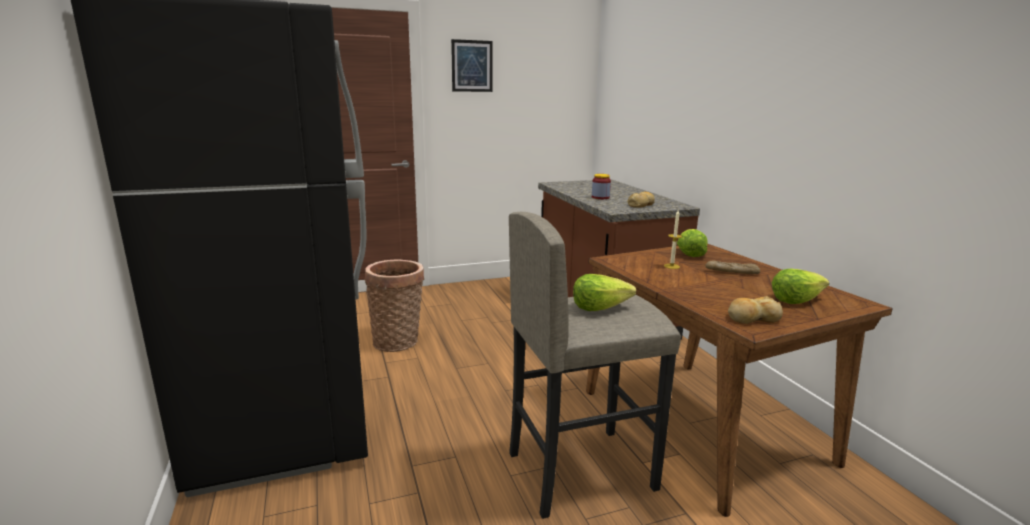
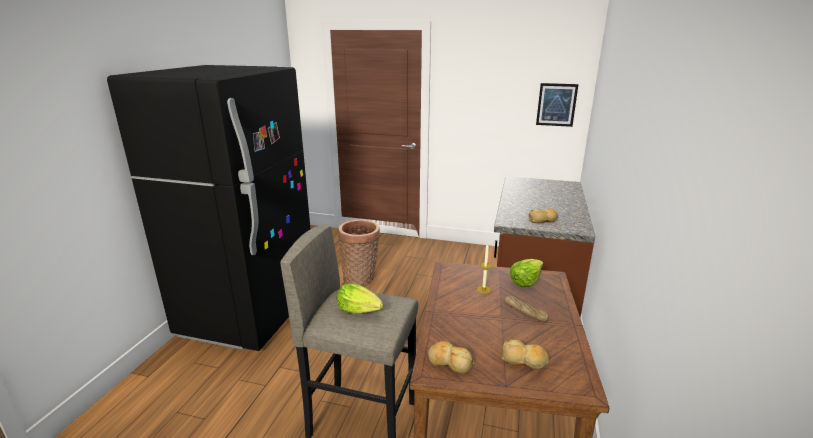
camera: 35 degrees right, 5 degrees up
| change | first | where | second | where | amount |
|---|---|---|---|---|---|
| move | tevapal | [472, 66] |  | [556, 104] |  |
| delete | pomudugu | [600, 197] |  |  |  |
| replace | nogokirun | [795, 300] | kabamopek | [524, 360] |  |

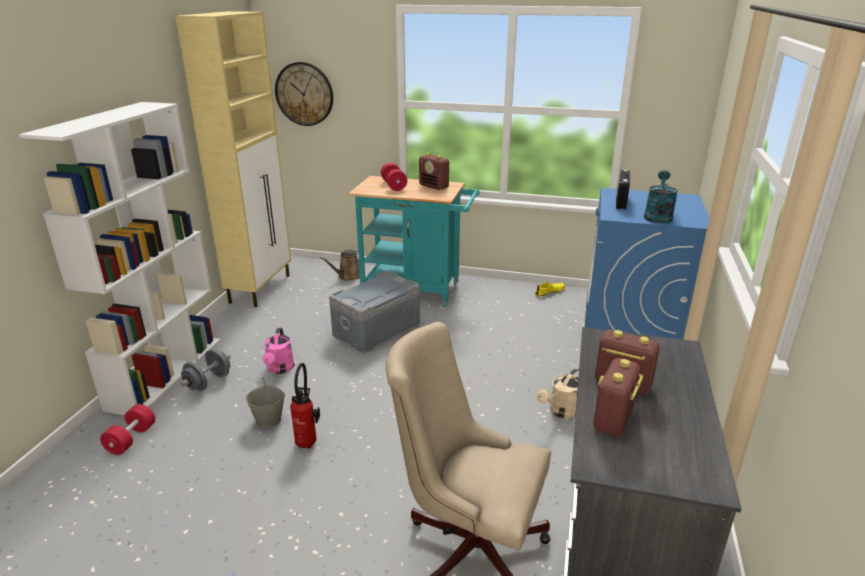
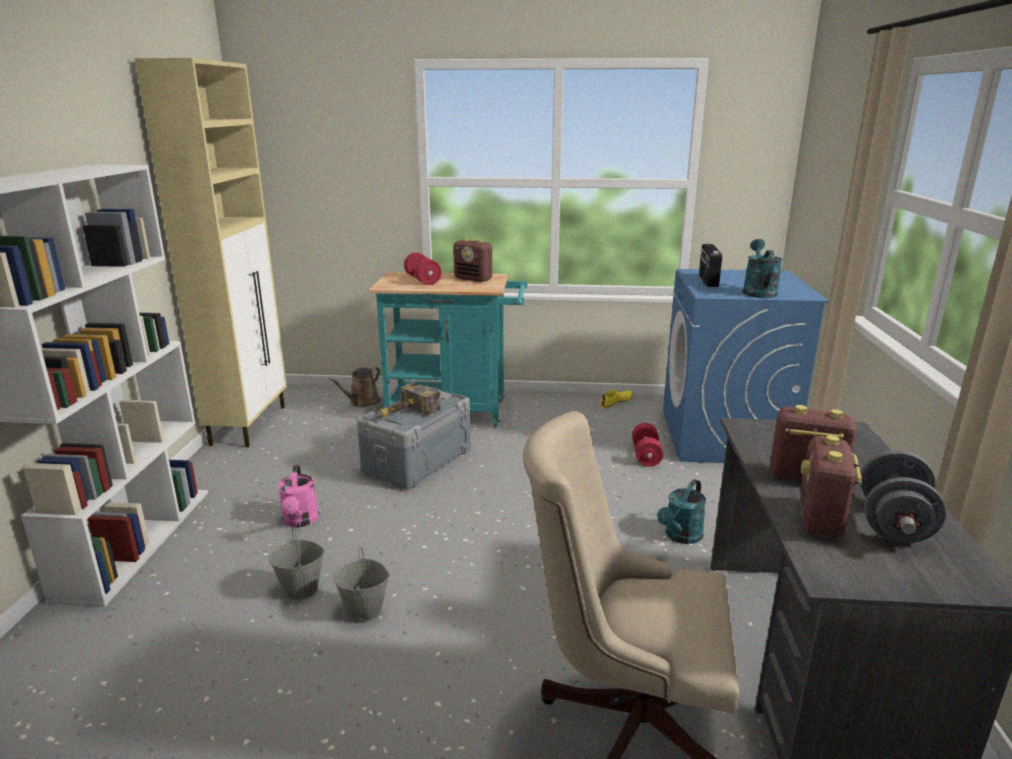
camera: 10 degrees left, 5 degrees down
| change | first | where | second | where | amount |
|---|---|---|---|---|---|
| move | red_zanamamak | [131, 439] |  | [646, 455] |  |
| move | grey_zanamamak | [208, 382] |  | [893, 524] |  |
| delete | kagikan | [304, 94] |  |  |  |
| replace | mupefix | [308, 441] | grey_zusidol | [365, 610] |  |
| recolor | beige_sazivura | [561, 412] | turquoise_sazivura | [680, 537] |  |
| insert |  |  | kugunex | [402, 414] |  |

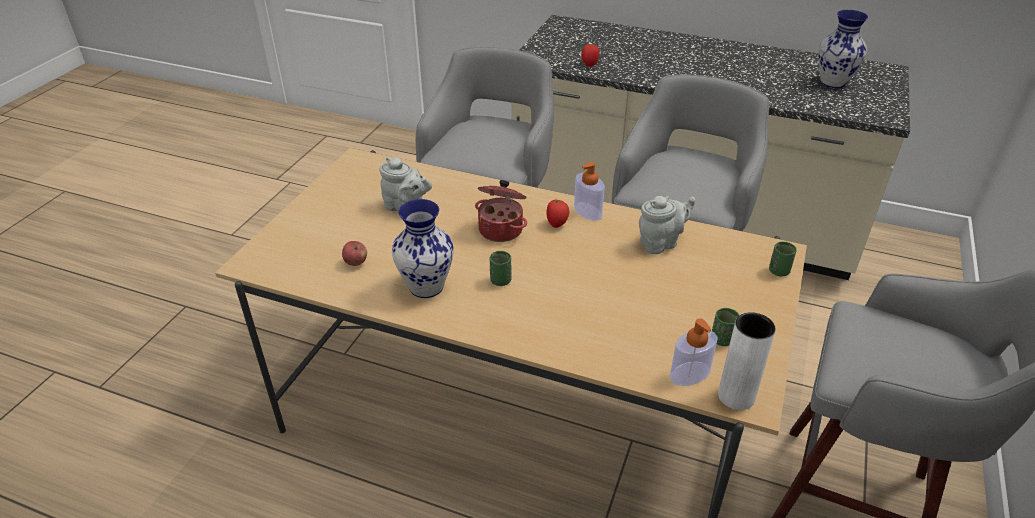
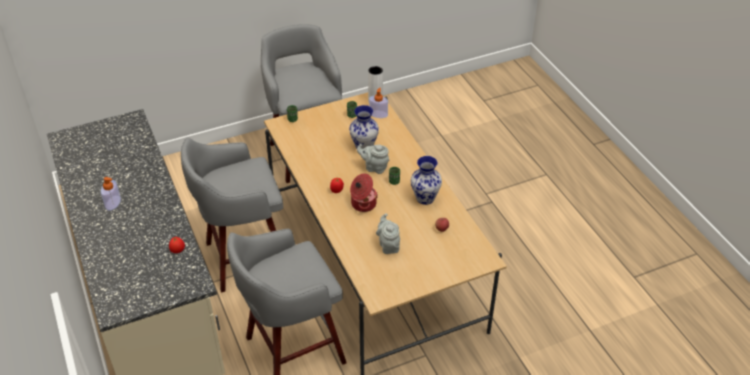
camera: 135 degrees left, 5 degrees up
| change | first | where | second | where | amount |
|---|---|---|---|---|---|
| move | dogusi | [587, 211] |  | [113, 203] |  |
| move | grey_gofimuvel | [661, 243] |  | [374, 167] |  |
| move | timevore | [832, 82] |  | [364, 147] |  |

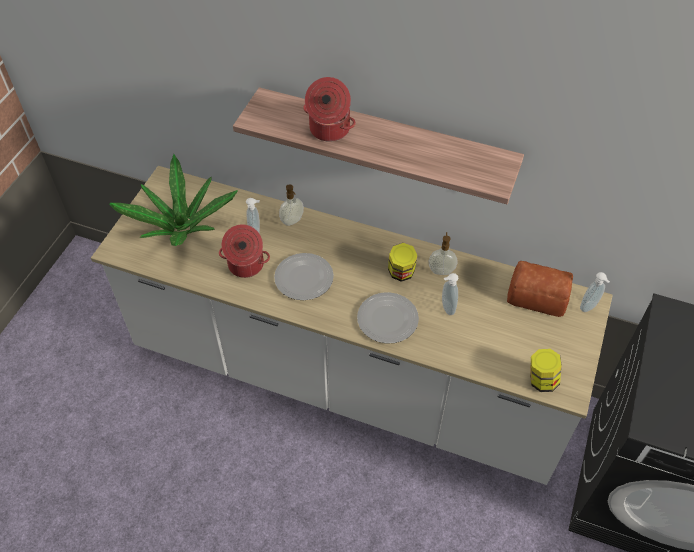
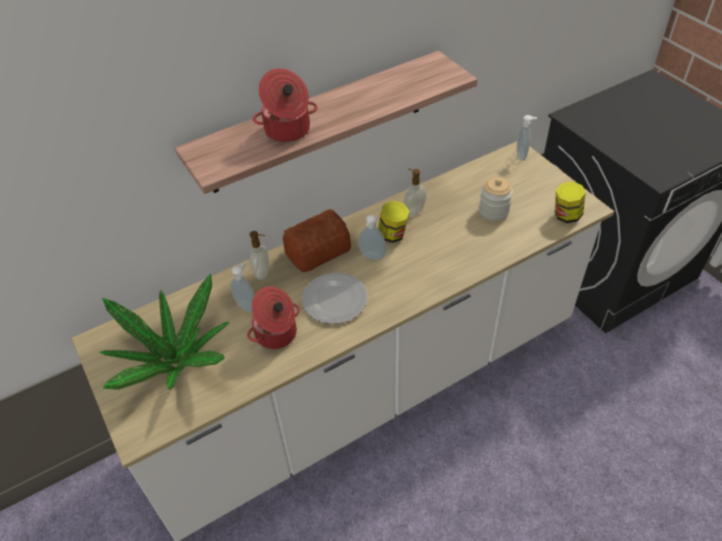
camera: 50 degrees left, 5 degrees down
| change | first | where | second | where | amount |
|---|---|---|---|---|---|
| delete | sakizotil | [386, 319] |  |  |  |
| move | dogusi | [446, 308] |  | [371, 257] |  |
| move | kabamopek | [536, 295] |  | [316, 250] |  |
| insert |  |  | pomudugu | [493, 211] |  |

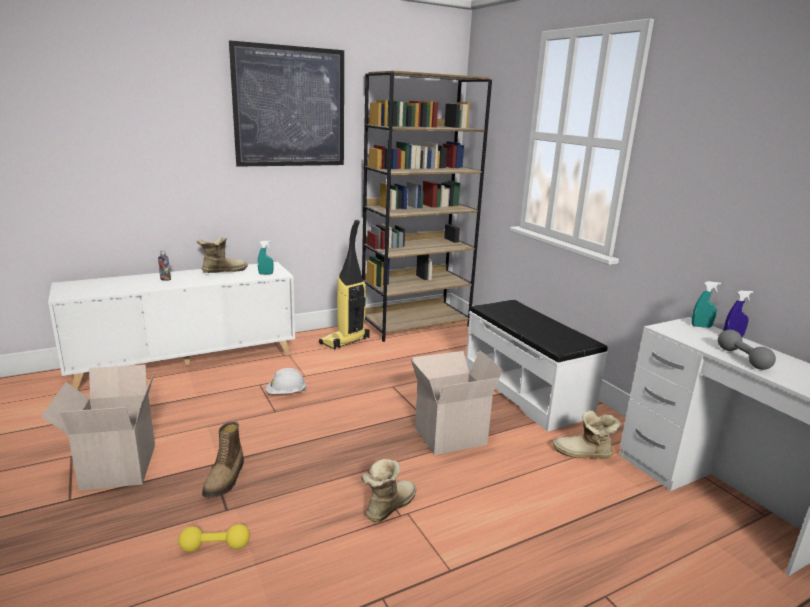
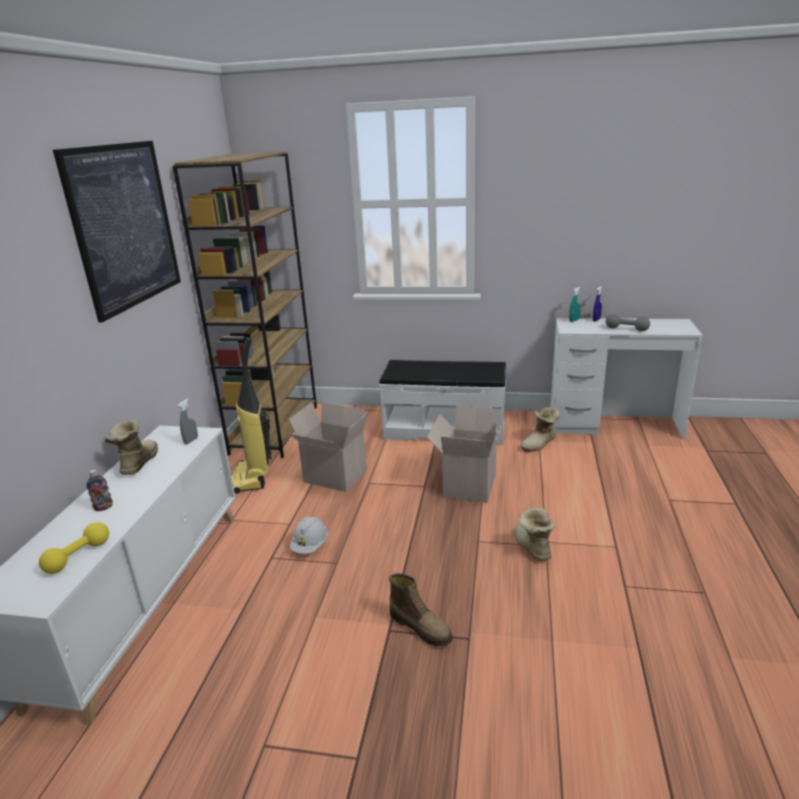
camera: 50 degrees left, 5 degrees up
| change | first | where | second | where | amount |
|---|---|---|---|---|---|
| move | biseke | [116, 466] |  | [333, 477] |  |
| move | yellow_zanamamak | [215, 547] |  | [78, 556] |  |
| recolor | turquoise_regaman | [266, 274] | grey_regaman | [191, 440] |  |

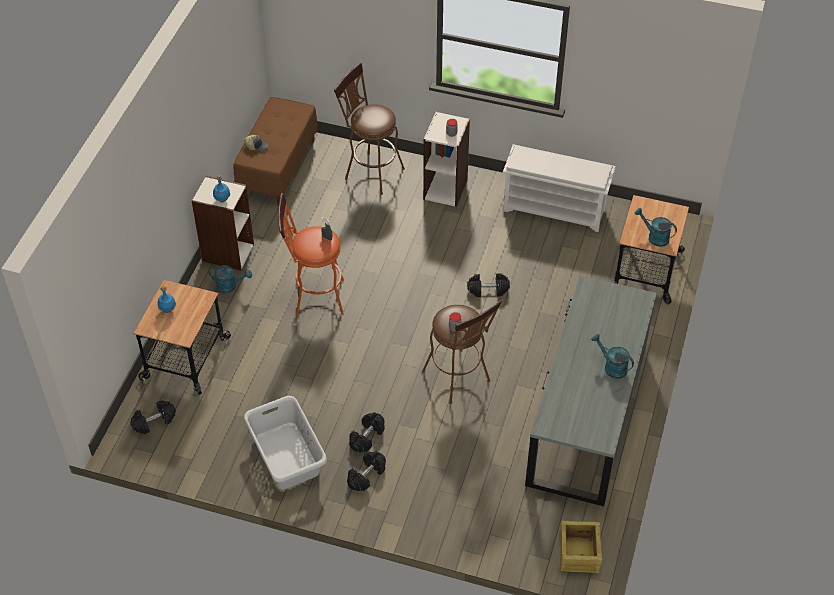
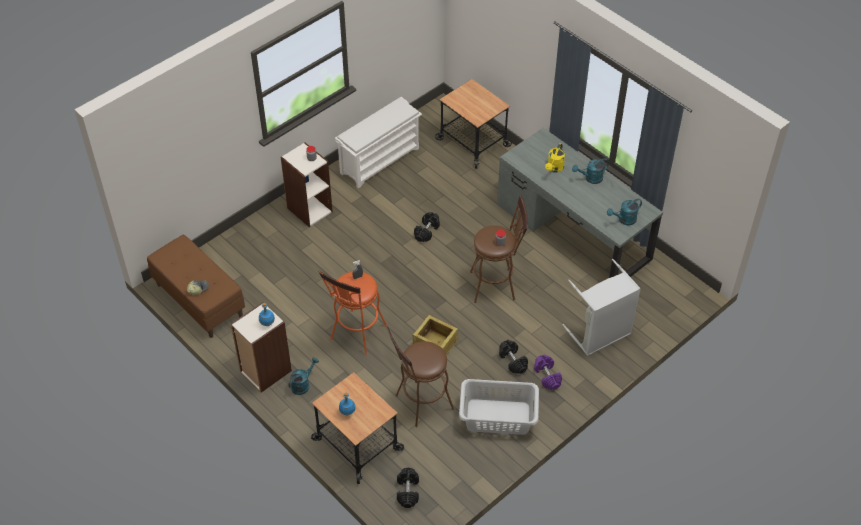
camera: 60 degrees left, 0 degrees up
| change | first | where | second | where | amount |
|---|---|---|---|---|---|
| move | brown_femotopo | [370, 171] |  | [420, 404] |  |
| recolor | black_zanamamak | [366, 475] | purple_zanamamak | [547, 376] |  |
| move | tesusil | [578, 553] |  | [435, 344] |  |
| move | turquoise_sazivura | [654, 237] |  | [624, 220] |  |
| insert |  |  | yellow_sazivura | [554, 168] |  |
| insert |  |  | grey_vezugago | [600, 335] |  |

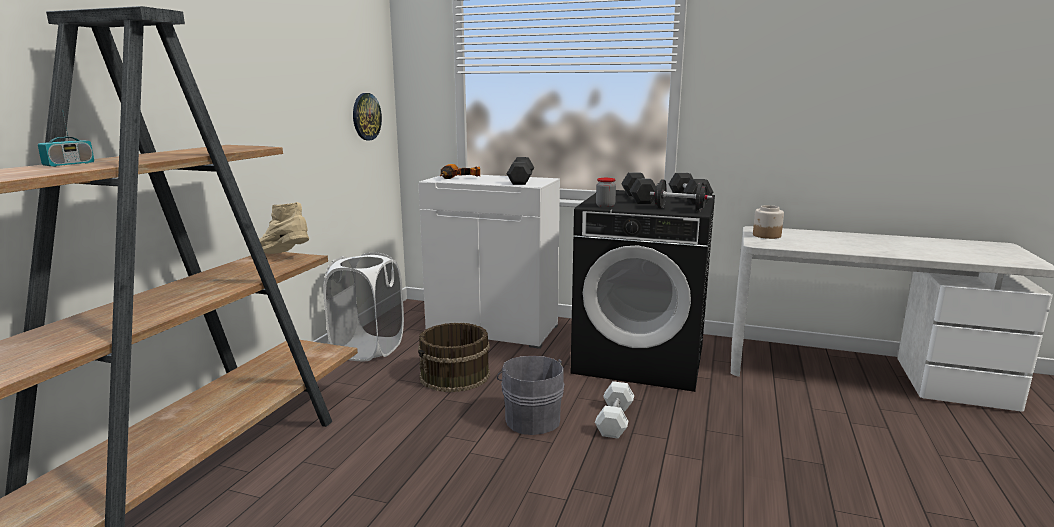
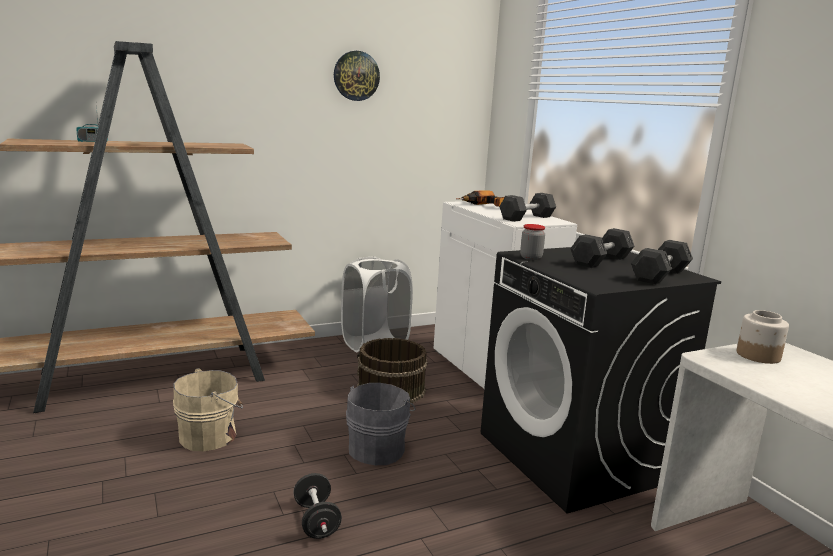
camera: 45 degrees right, 0 degrees up
| change | first | where | second | where | amount |
|---|---|---|---|---|---|
| delete | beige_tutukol | [283, 257] |  |  |  |
| move | kagikan | [366, 116] |  | [356, 76] |  |
| delete | white_zanamamak | [614, 420] |  |  |  |
| move | black_zanamamak | [679, 209] |  | [316, 521] |  |
| insert |  |  | beige_zusidol | [210, 435] |  |

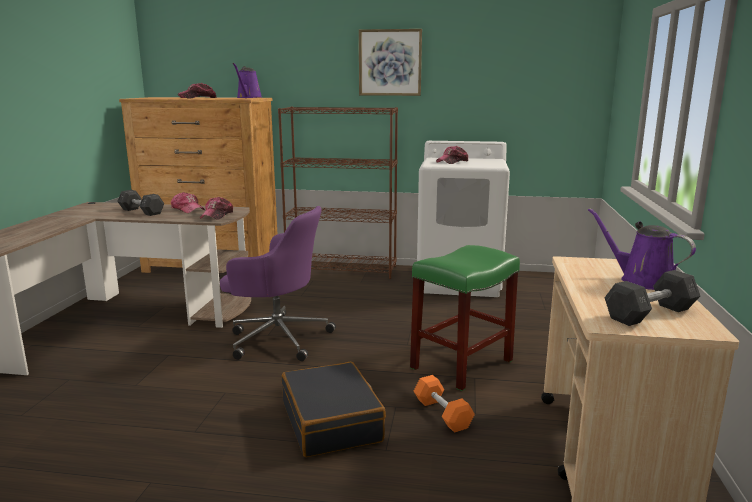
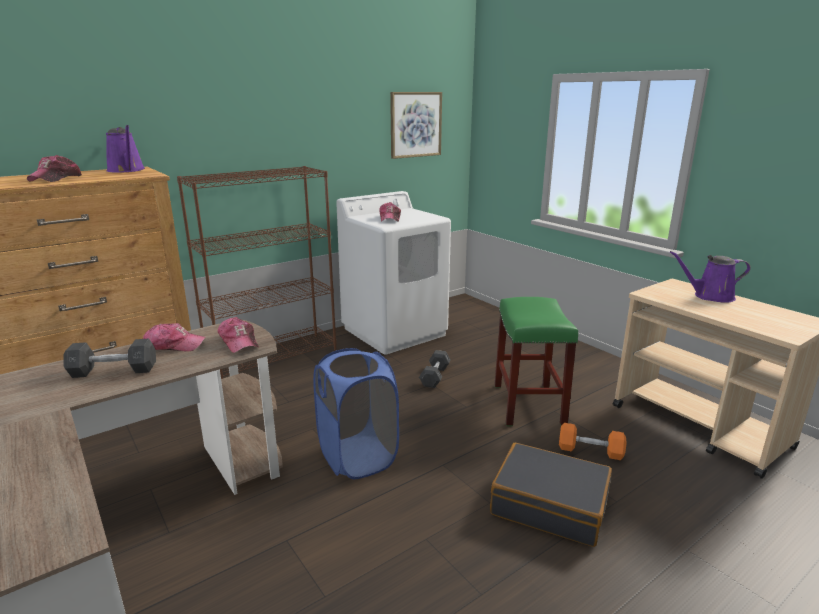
camera: 45 degrees left, 5 degrees up
| change | first | where | second | where | amount |
|---|---|---|---|---|---|
| replace | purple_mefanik | [277, 338] | blue_vezugago | [357, 457] |  |
| move | tevapal | [390, 62] |  | [415, 124] |  |
| move | grey_zanamamak | [650, 313] |  | [435, 376] |  |

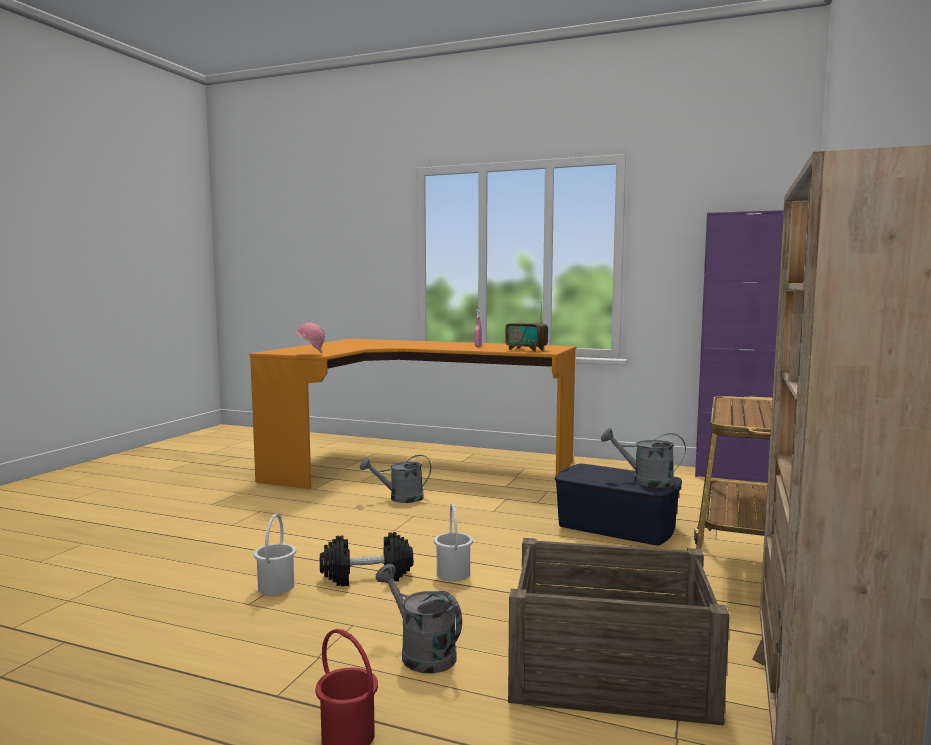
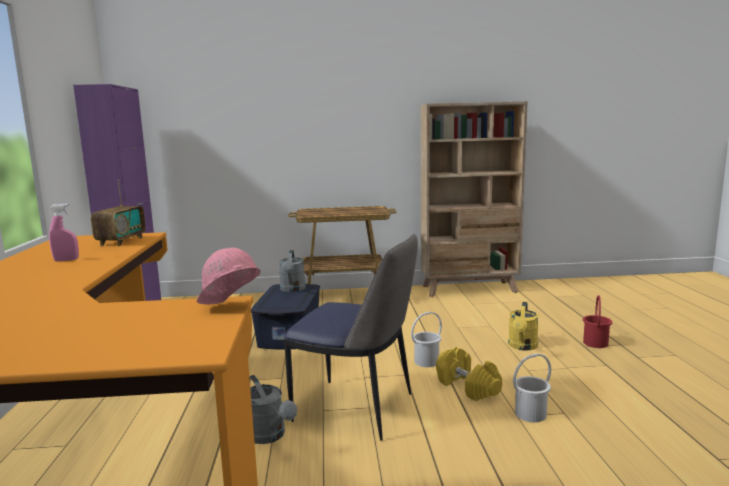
camera: 115 degrees left, 5 degrees up
| change | first | where | second | where | amount |
|---|---|---|---|---|---|
| recolor | black_zanamamak | [366, 576] | yellow_zanamamak | [468, 387] |  |
| recolor | grey_sazivura | [421, 653] | yellow_sazivura | [522, 347] |  |
| delete | tesusil | [611, 669] |  |  |  |
| insert |  |  | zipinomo | [357, 409] |  |

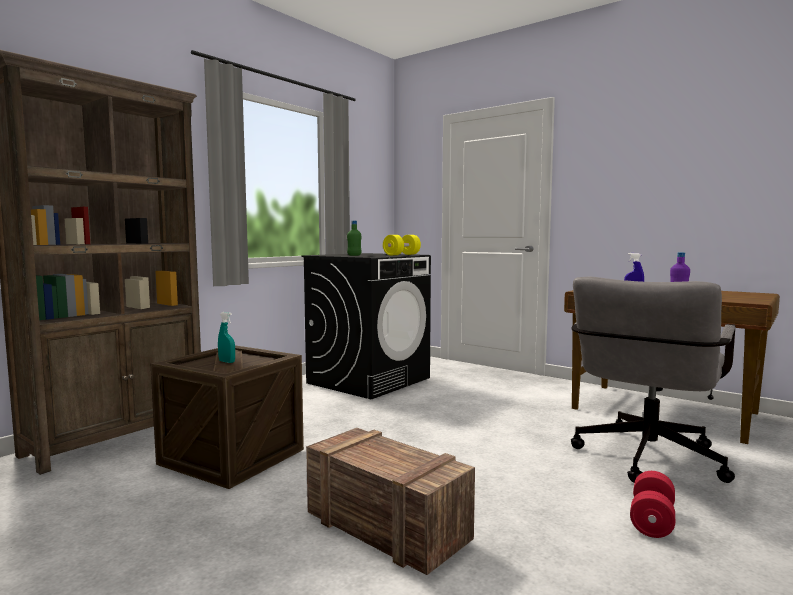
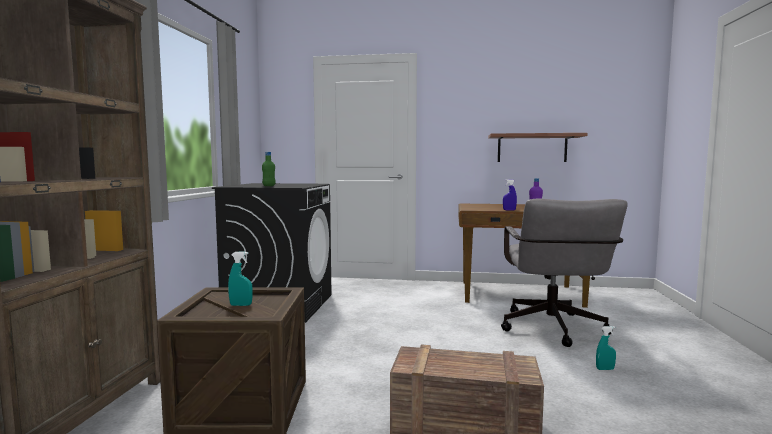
camera: 30 degrees left, 0 degrees up
| change | first | where | second | where | amount |
|---|---|---|---|---|---|
| delete | yellow_zanamamak | [401, 254] |  |  |  |
| replace | red_zanamamak | [652, 520] | turquoise_regaman | [605, 369] |  |
| insert |  |  | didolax | [532, 148] |  |

